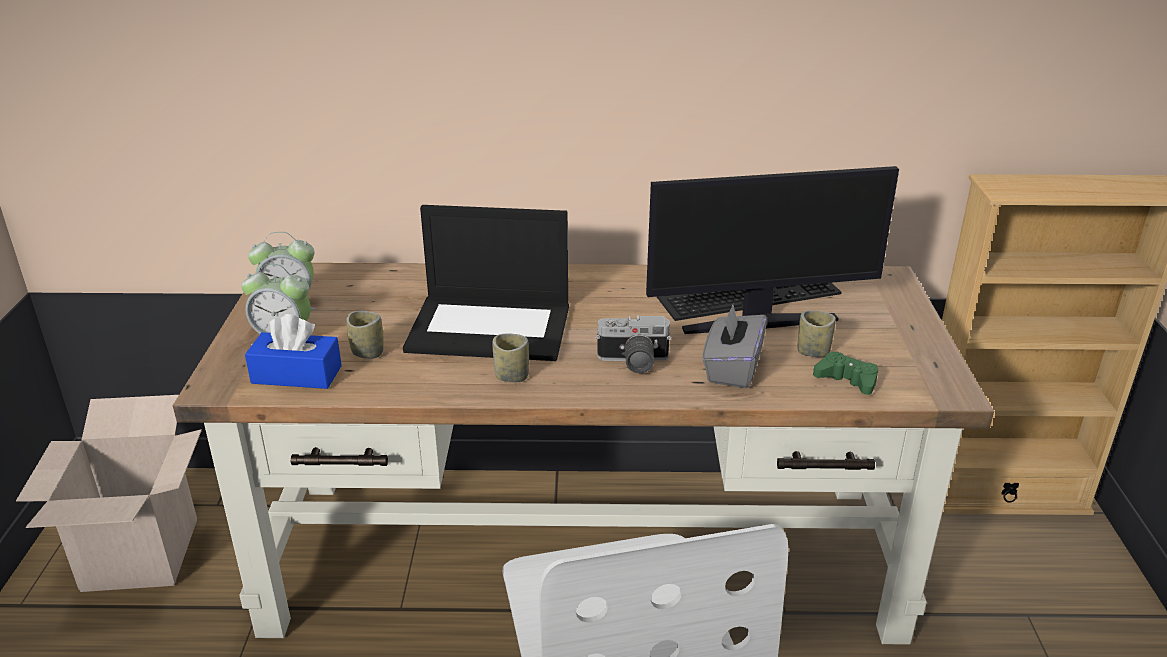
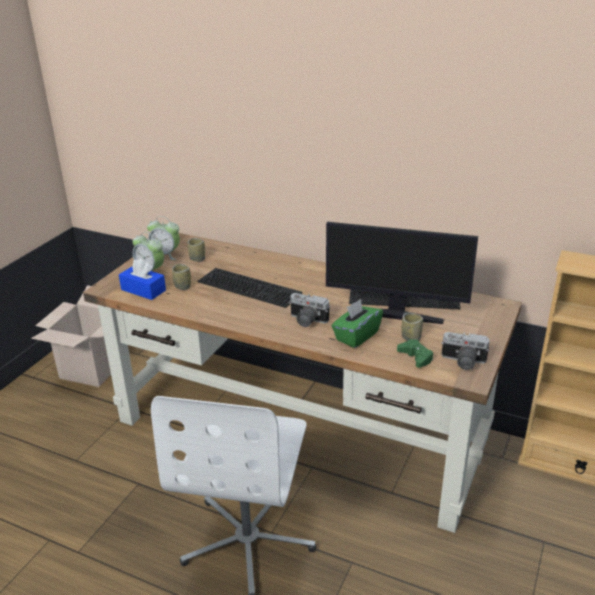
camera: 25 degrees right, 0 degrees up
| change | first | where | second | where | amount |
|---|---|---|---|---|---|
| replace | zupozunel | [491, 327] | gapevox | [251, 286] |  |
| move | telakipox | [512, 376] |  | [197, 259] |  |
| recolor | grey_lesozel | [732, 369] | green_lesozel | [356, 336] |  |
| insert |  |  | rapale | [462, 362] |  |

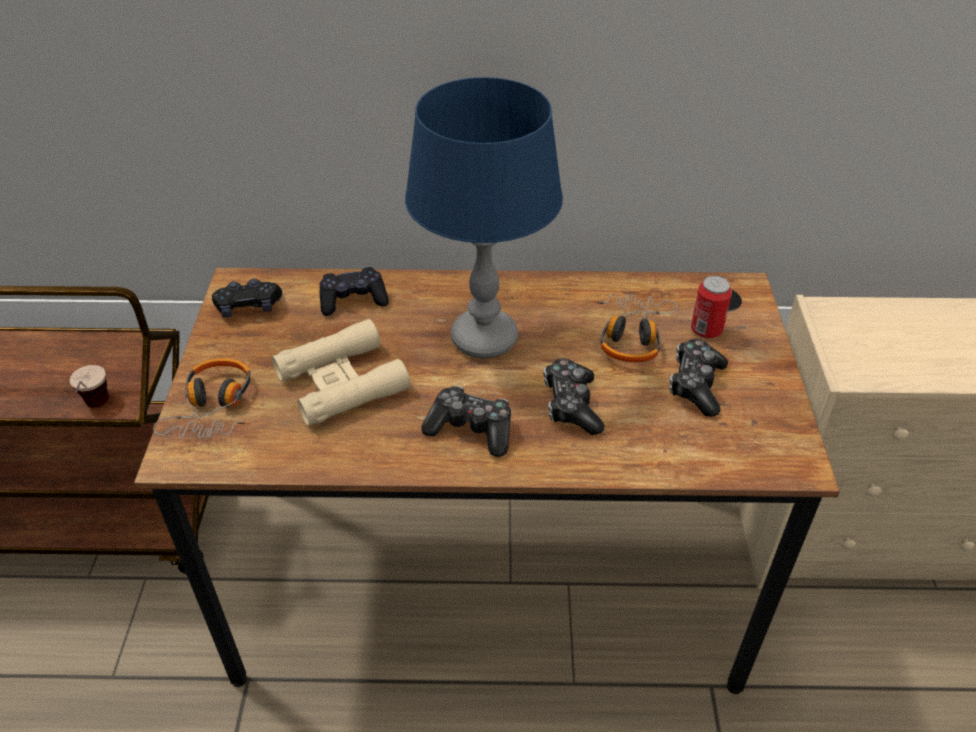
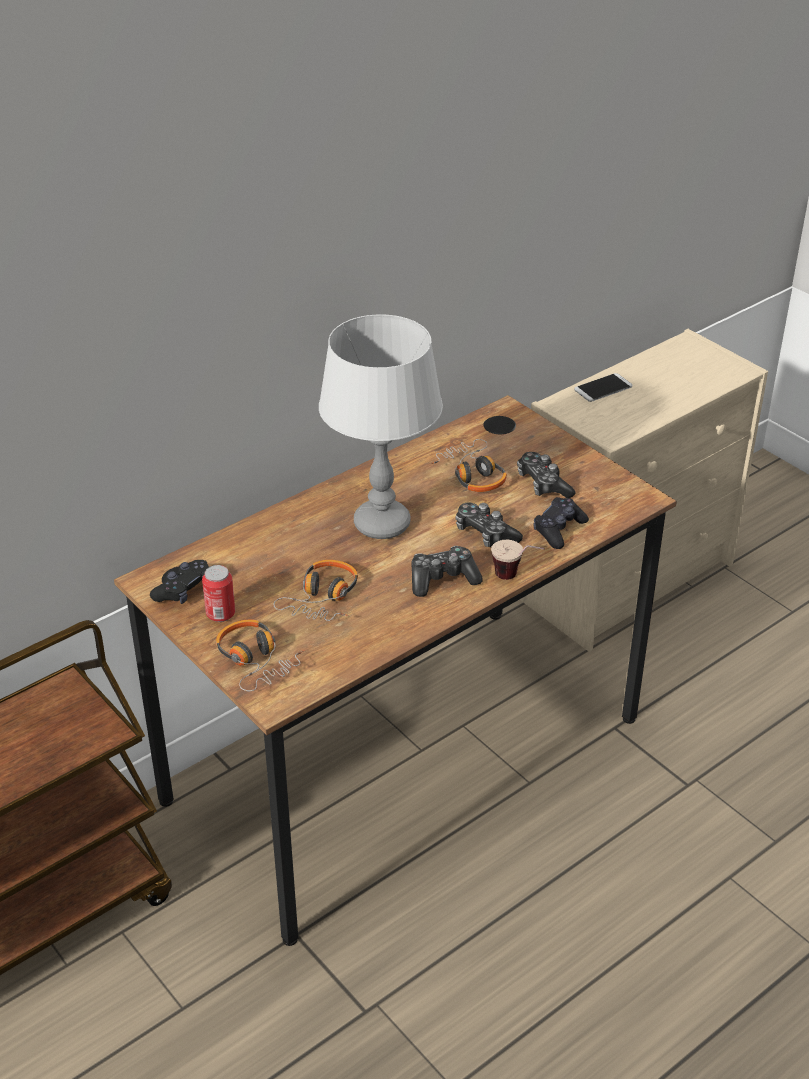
camera: 40 degrees left, 5 degrees down
| change | first | where | second | where | amount |
|---|---|---|---|---|---|
| move | telakipox | [96, 409] |  | [516, 578] |  |
| replace | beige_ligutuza | [341, 382] | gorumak | [322, 599] |  |
| move | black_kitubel | [353, 300] |  | [558, 530] |  |
| recolor | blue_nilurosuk | [484, 339] | grey_nilurosuk | [382, 524] |  |
| move | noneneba | [706, 330] |  | [220, 614] |  |
| insert |  |  | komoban | [603, 388] |  |

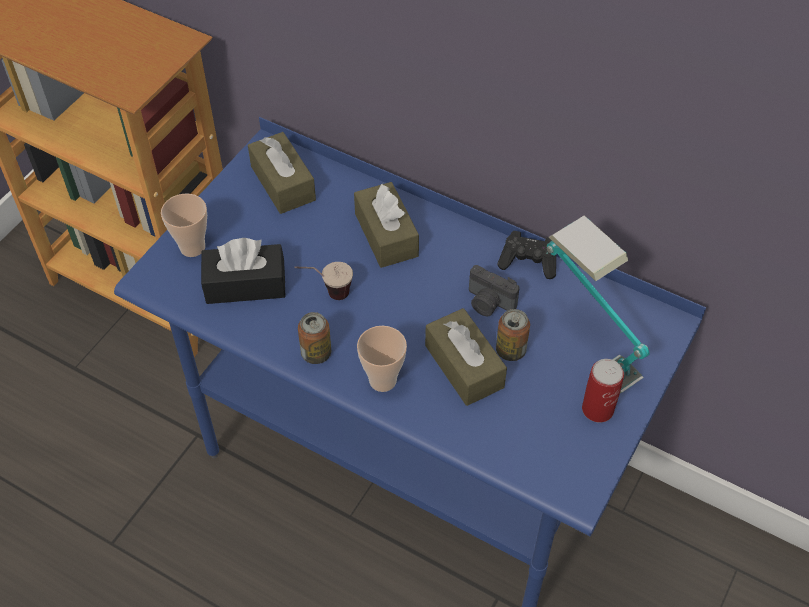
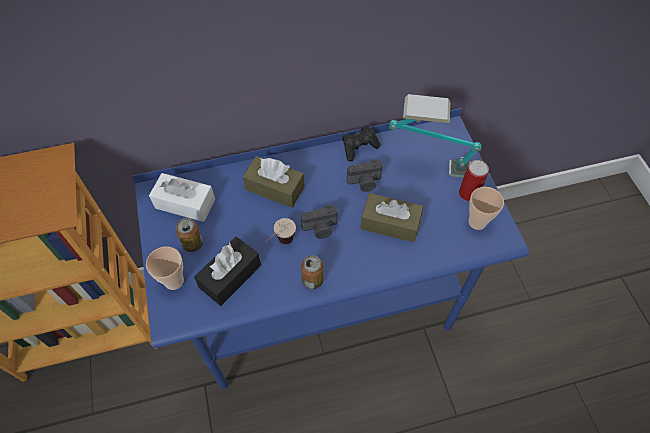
camera: 45 degrees left, 5 degrees up
| change | first | where | second | where | amount |
|---|---|---|---|---|---|
| recolor | brown_lesozel | [283, 183] | white_lesozel | [185, 203] |  |
| move | telakipox | [382, 380] |  | [477, 222] |  |
| move | noneneba | [510, 350] |  | [193, 244] |  |
| insert |  |  | rapale | [320, 229] |  |

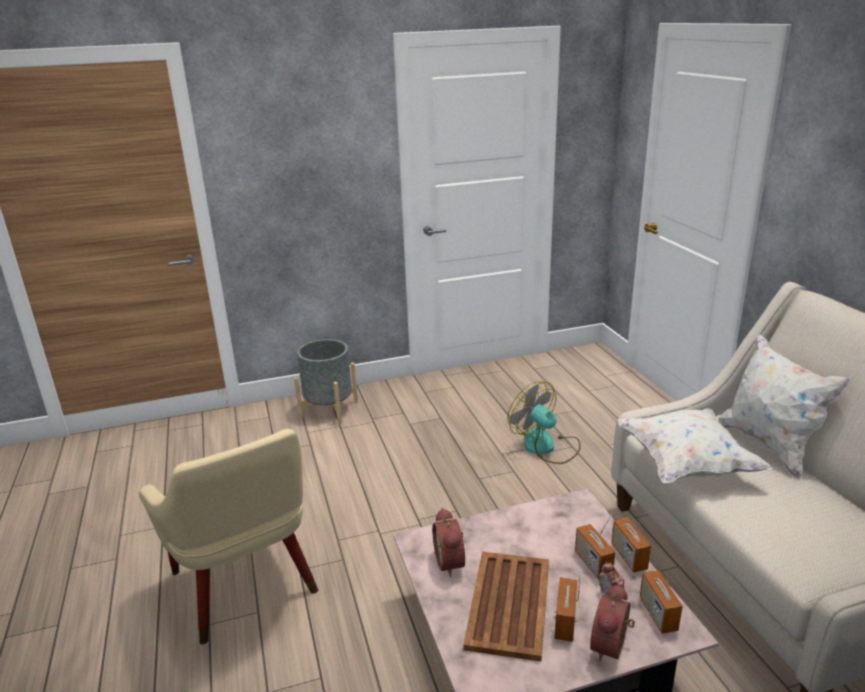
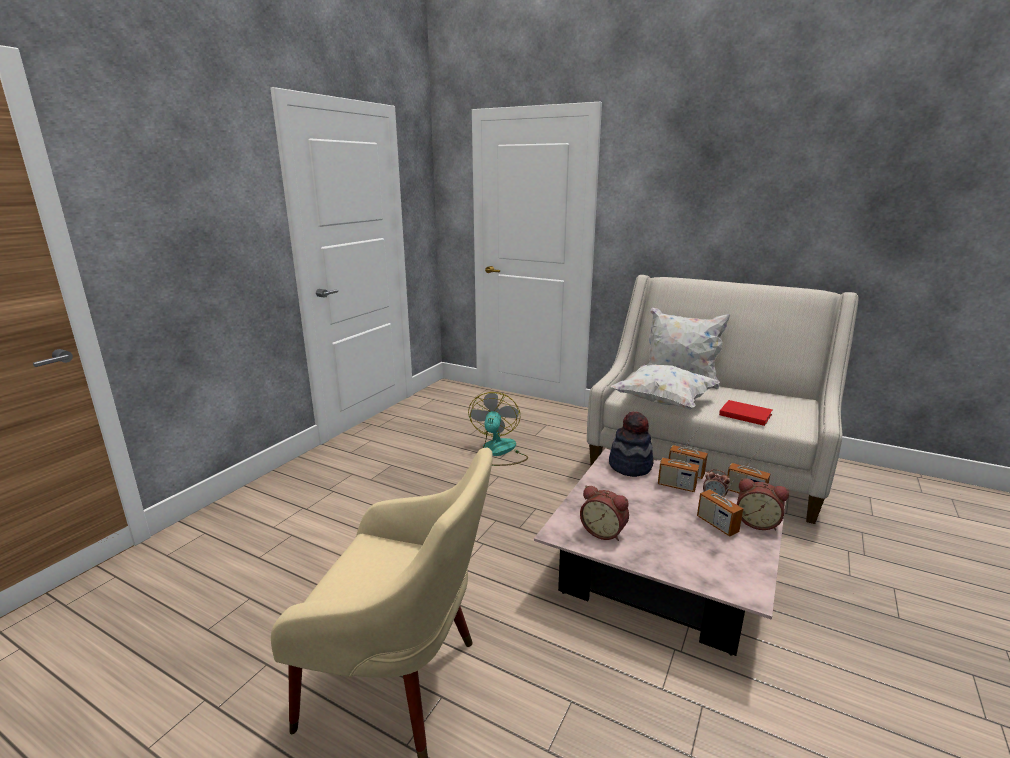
camera: 45 degrees left, 5 degrees down
| change | first | where | second | where | amount |
|---|---|---|---|---|---|
| delete | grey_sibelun | [329, 410] |  |  |  |
| delete | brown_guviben | [509, 603] |  |  |  |
| rotate | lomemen | [546, 447] |  | [498, 452] | 90 degrees clockwise |
| rotate | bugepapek | [612, 647] |  | [757, 522] | 45 degrees counterclockwise |
| insert |  |  | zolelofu | [630, 466] |  |
| insert |  |  | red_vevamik | [744, 414] |  |

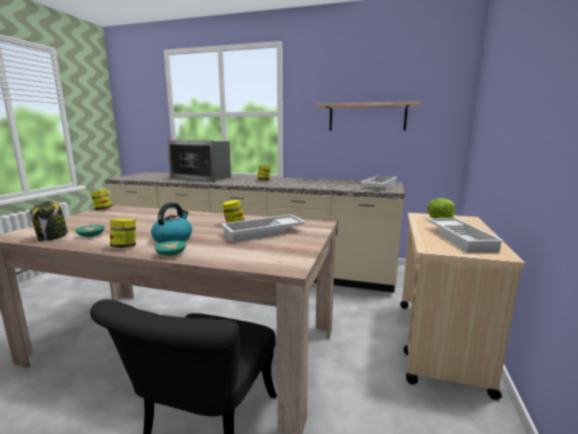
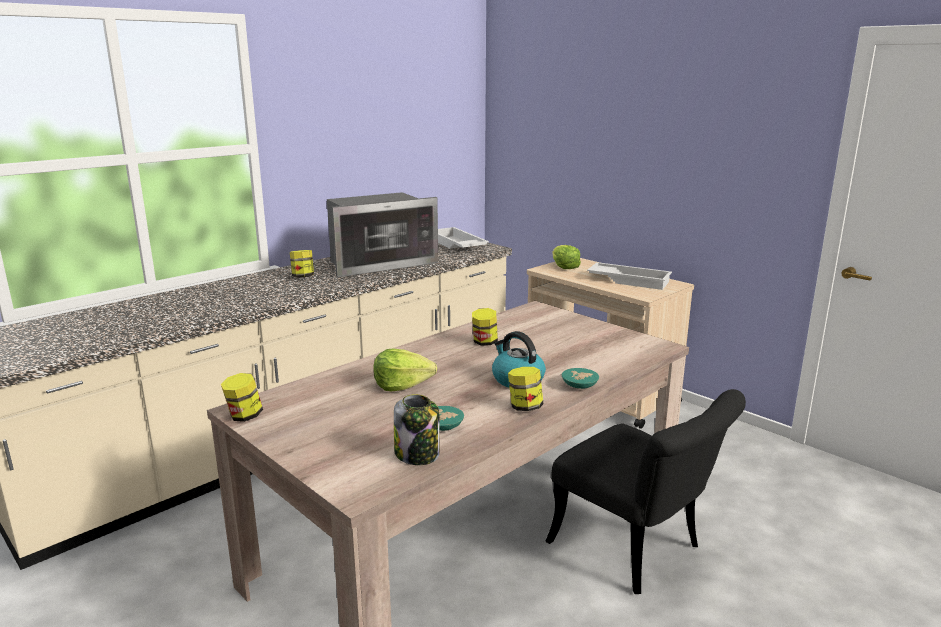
camera: 60 degrees left, 5 degrees up
| change | first | where | second | where | amount |
|---|---|---|---|---|---|
| move | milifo | [203, 177] |  | [379, 263] |  |
| delete | white_guviben | [264, 233] |  |  |  |
| delete | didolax | [367, 117] |  |  |  |
| insert |  |  | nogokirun | [402, 385] |  |

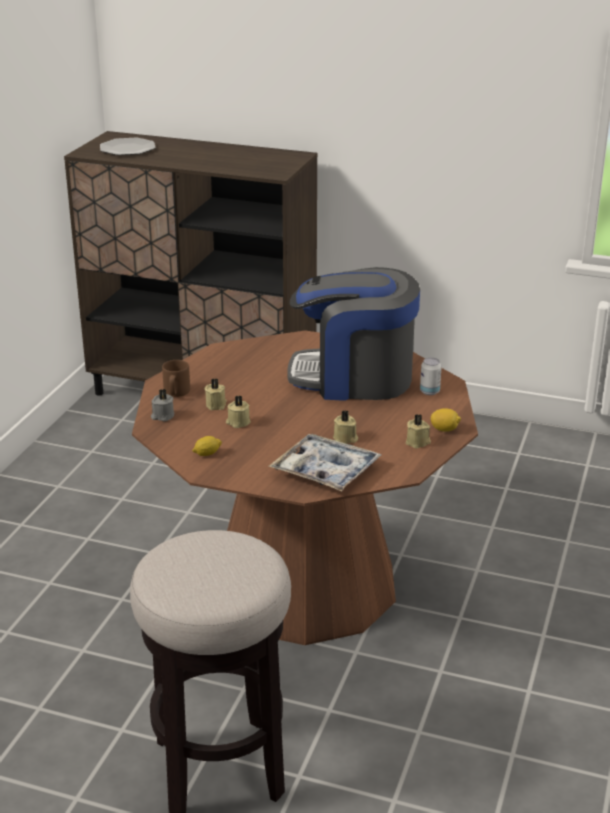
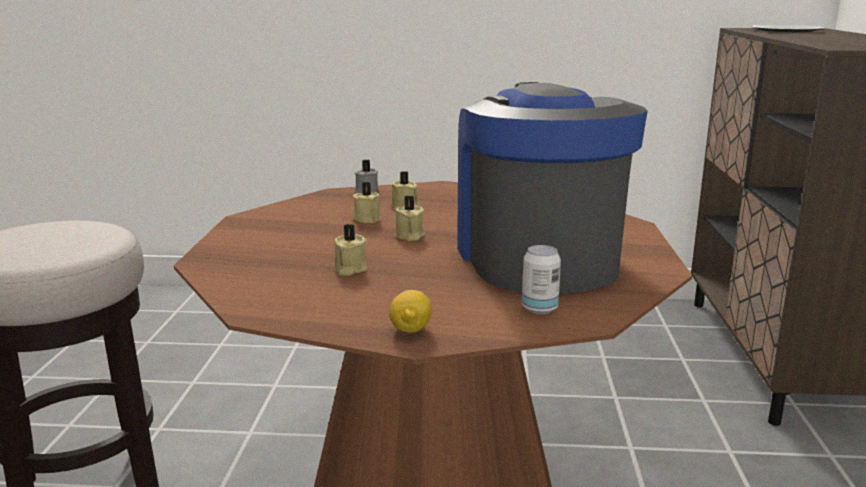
camera: 75 degrees right, 10 degrees down
| change | first | where | second | where | amount |
|---|---|---|---|---|---|
| delete | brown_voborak | [176, 392] |  |  |  |
| delete | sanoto | [207, 454] |  |  |  |
| delete | guviben | [325, 471] |  |  |  |
| move | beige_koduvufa | [418, 442] |  | [409, 236] |  |

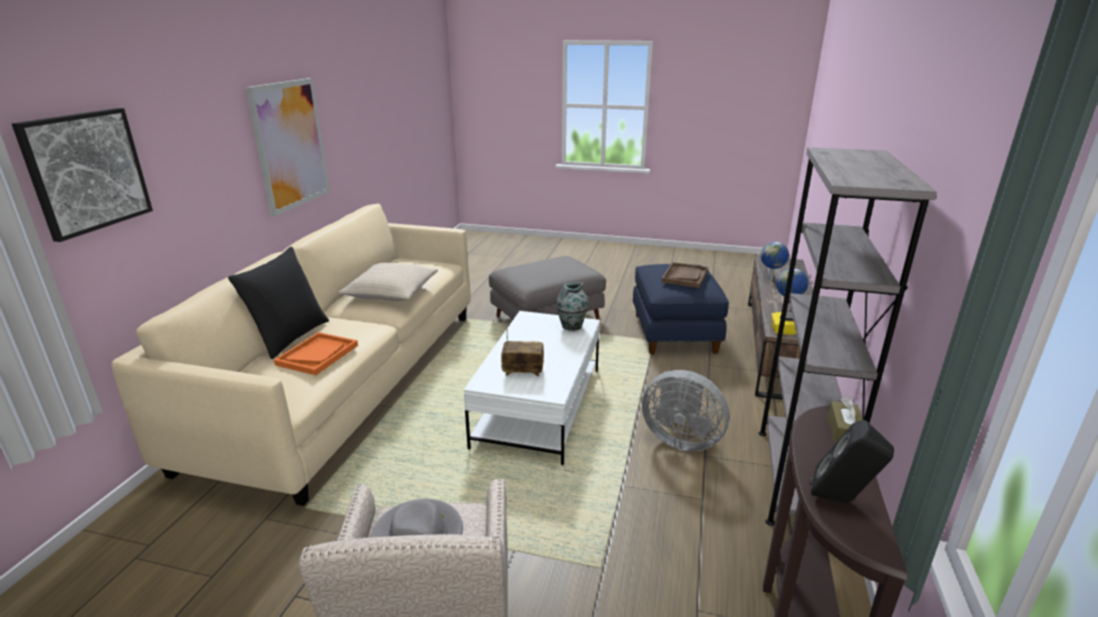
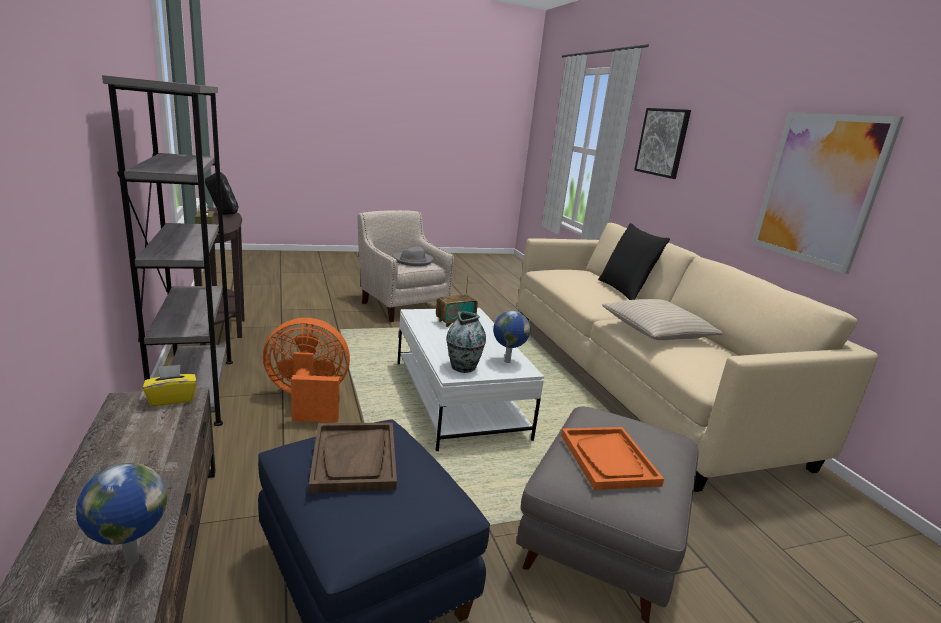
camera: 145 degrees right, 5 degrees down
| change | first | where | second | where | amount |
|---|---|---|---|---|---|
| move | orange_guviben | [317, 355] |  | [608, 459] |  |
| recolor | grey_lomemen | [680, 439] | orange_lomemen | [308, 400] |  |
| move | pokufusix | [787, 309] |  | [506, 361] |  |

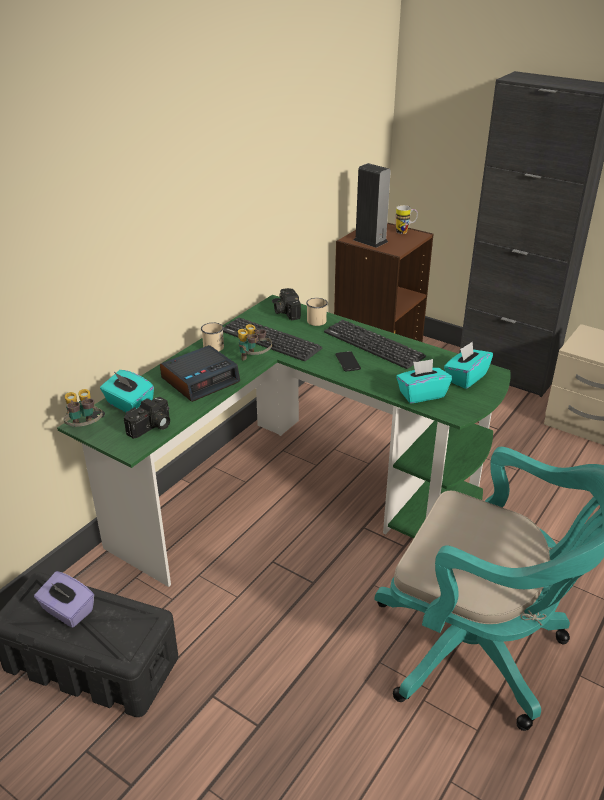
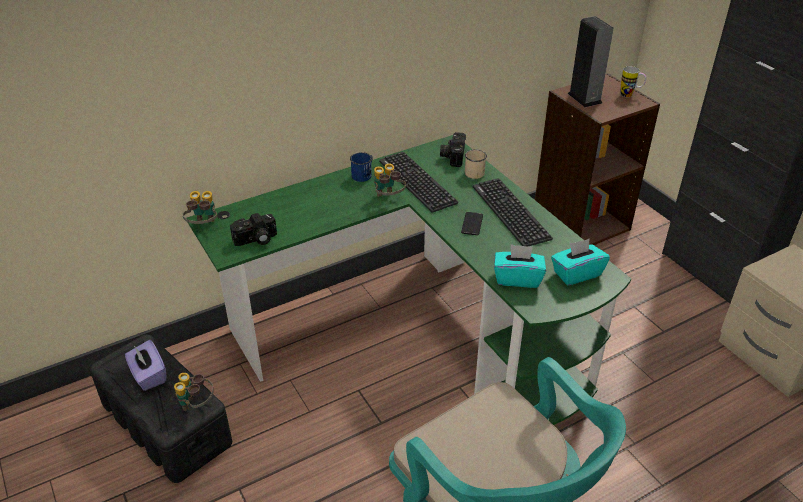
camera: 25 degrees right, 5 degrees up
| change | first | where | second | where | amount |
|---|---|---|---|---|---|
| delete | turquoise_lesozel | [129, 405] |  |  |  |
| delete | bugepapek | [200, 380] |  |  |  |
| recolor | beige_voborak | [214, 345] | blue_voborak | [363, 174] |  |
| insert |  |  | ligutuza | [196, 405] |  |

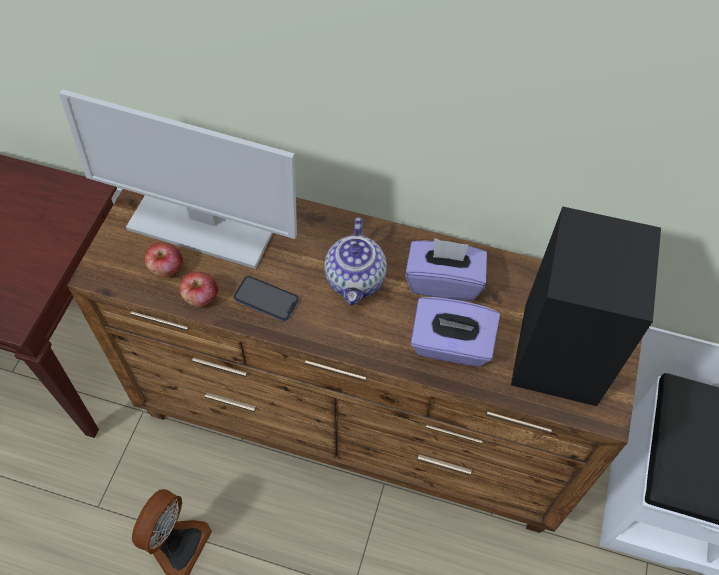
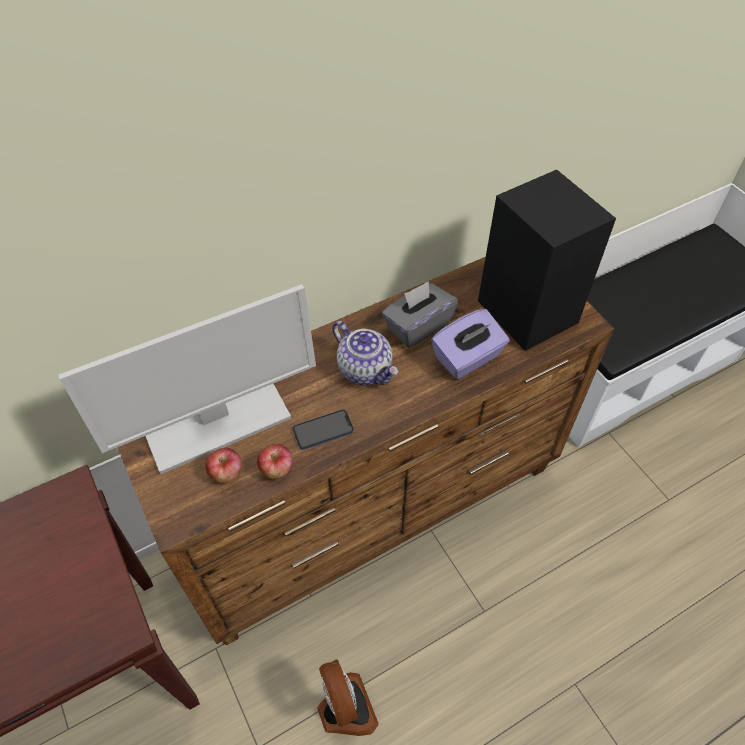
camera: 45 degrees left, 5 degrees down
| change | first | where | second | where | amount |
|---|---|---|---|---|---|
| recolor | purple_lesozel | [443, 281] | grey_lesozel | [417, 326] |  |

